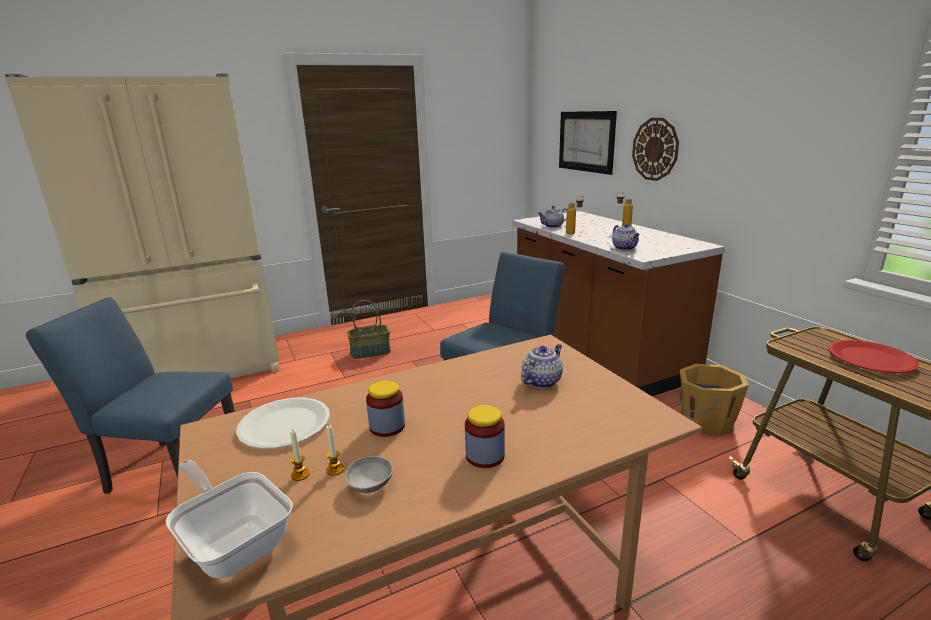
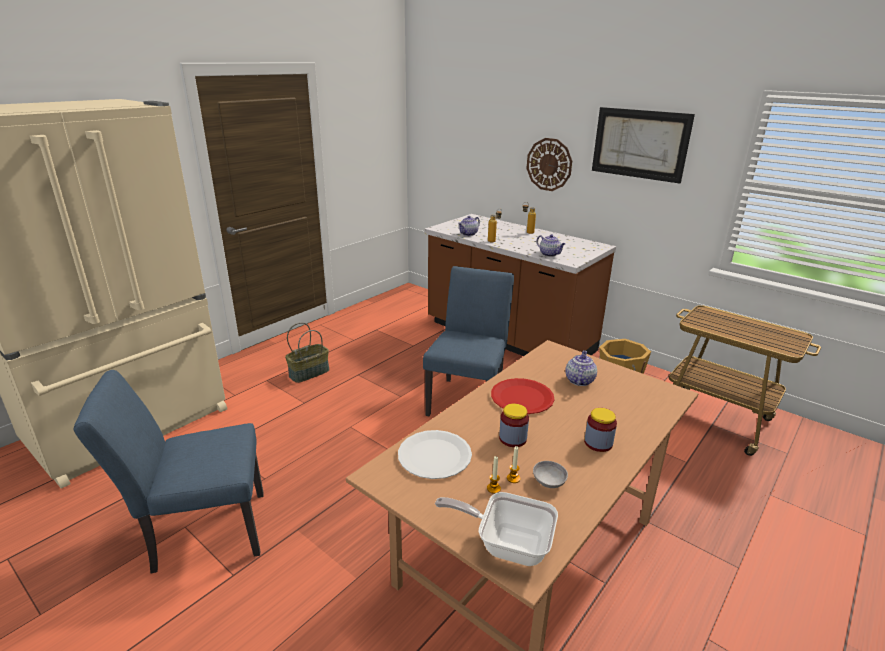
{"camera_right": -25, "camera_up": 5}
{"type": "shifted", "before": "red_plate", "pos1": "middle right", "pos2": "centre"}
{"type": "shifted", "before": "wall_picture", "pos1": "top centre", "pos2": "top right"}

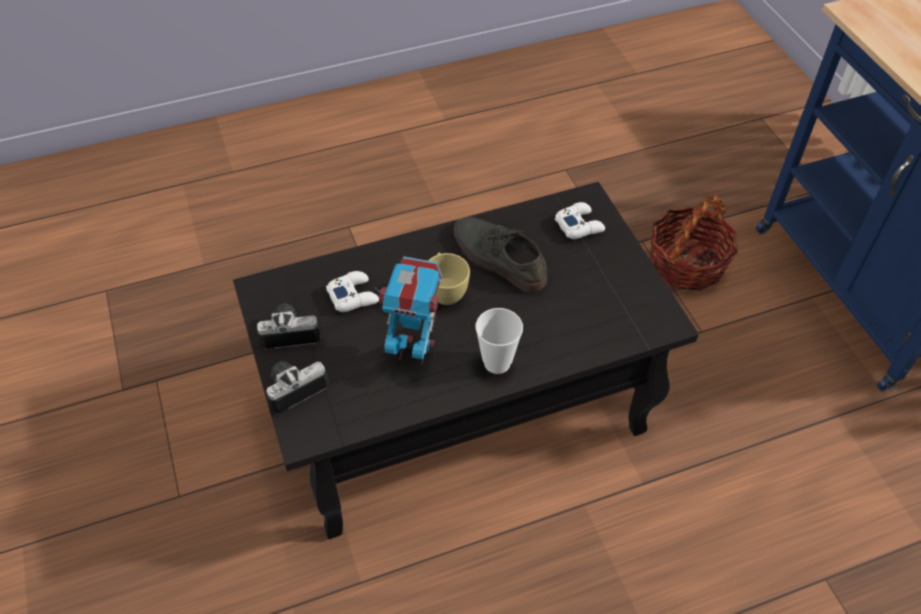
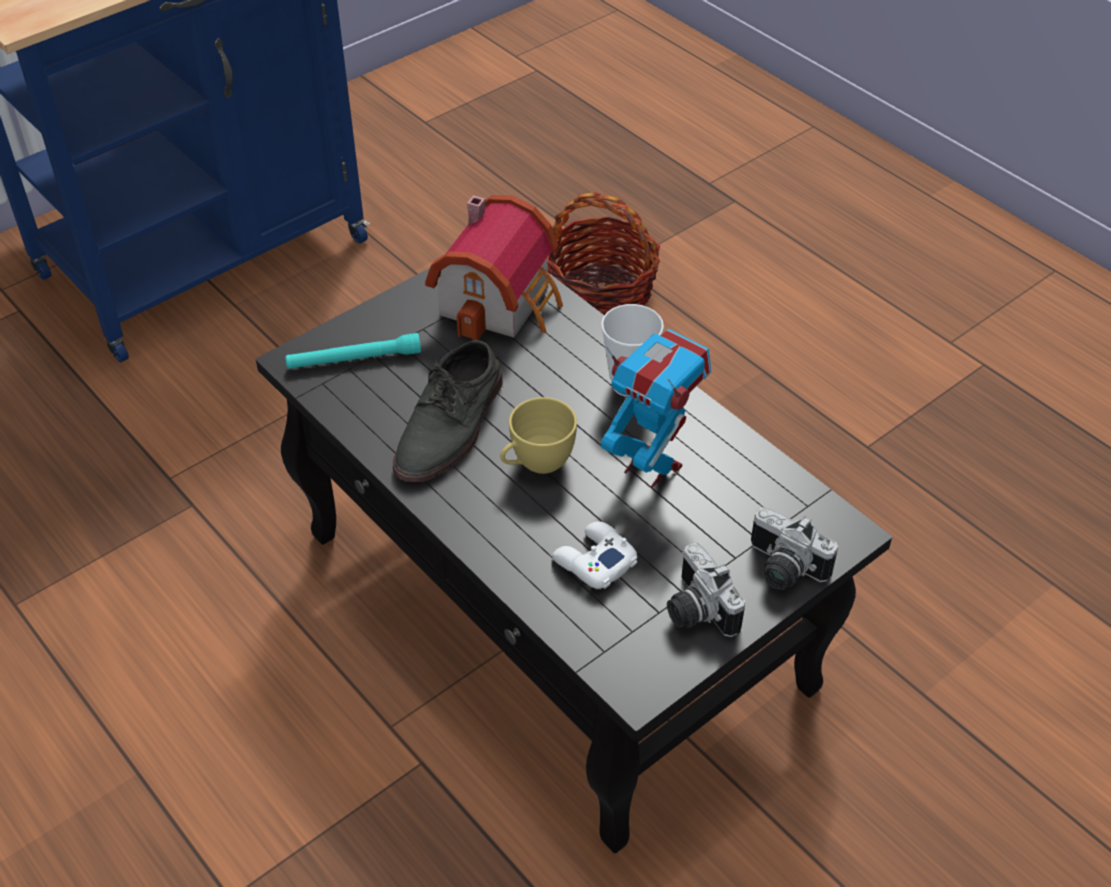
{"camera_right": -110, "camera_up": -5}
{"type": "swapped", "before": "white_gamepad (no. 2 from left)", "after": "turquoise-coloured_hand_torch", "pos1": "centre", "pos2": "middle left"}
{"type": "new", "after": "miniature_house", "pos2": "top centre"}
{"type": "shifted", "before": "household_basket", "pos1": "middle right", "pos2": "top centre"}
{"type": "rotated", "before": "toy_robot", "pos1": "centre", "pos2": "centre", "turn": 135}

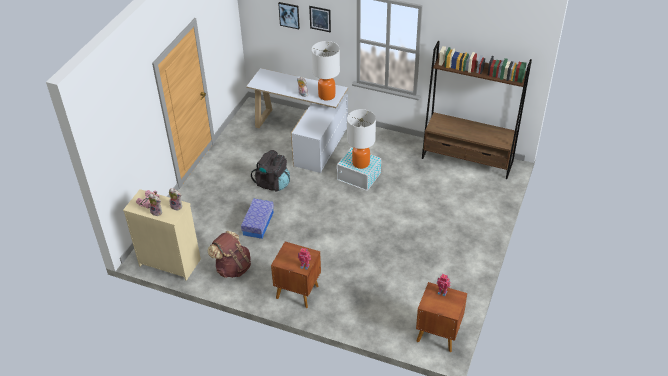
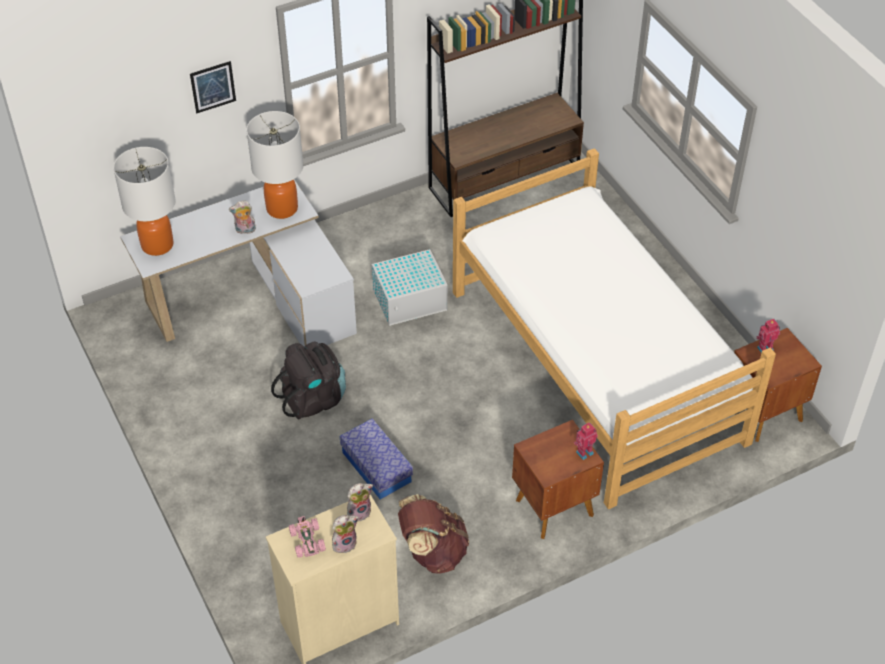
{"camera_right": -50, "camera_up": 5}
{"type": "shifted", "before": "table_lamp (no. 2 from left in the first image)", "after": "table_lamp (no. 1 from left)", "pos1": "centre", "pos2": "top left"}
{"type": "new", "after": "sleeping_bed", "pos2": "middle right"}
{"type": "gone", "before": "wall_picture (no. 1 from left)", "pos1": "top centre"}

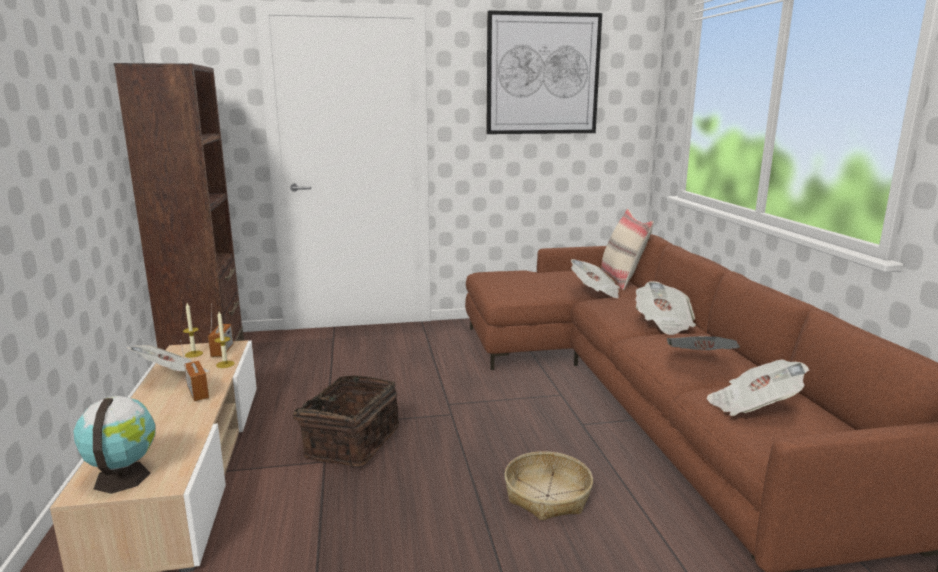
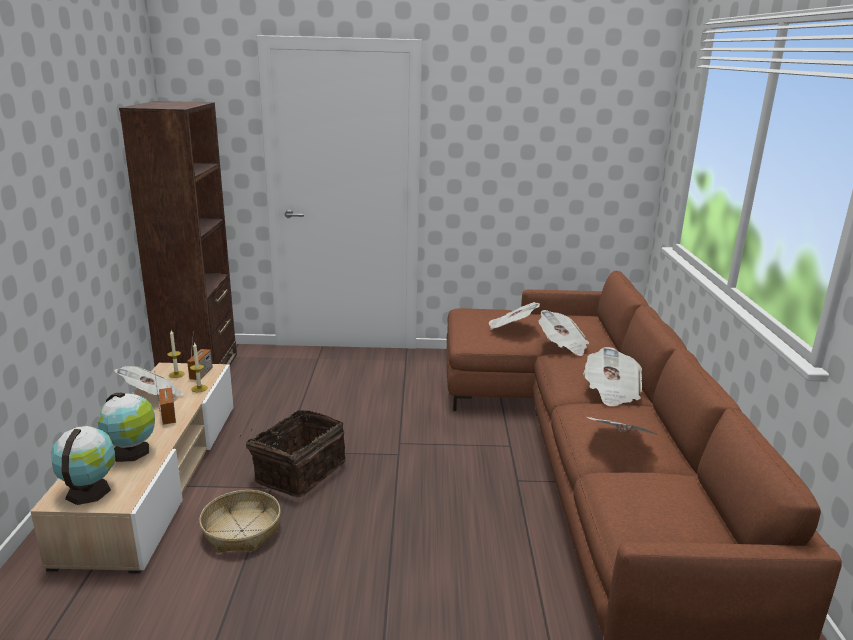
{"camera_right": 10, "camera_up": 5}
{"type": "new", "after": "desk_globe (no. 2 from left)", "pos2": "bottom left"}
{"type": "shifted", "before": "household_basket (no. 2 from left in the first image)", "after": "household_basket (no. 1 from left)", "pos1": "bottom centre", "pos2": "bottom left"}
{"type": "shifted", "before": "daily_paper (no. 5 from left in the first image)", "after": "daily_paper (no. 2 from left)", "pos1": "bottom right", "pos2": "centre"}
{"type": "gone", "before": "wall_picture", "pos1": "top centre"}
{"type": "gone", "before": "beige_cushion", "pos1": "middle right"}

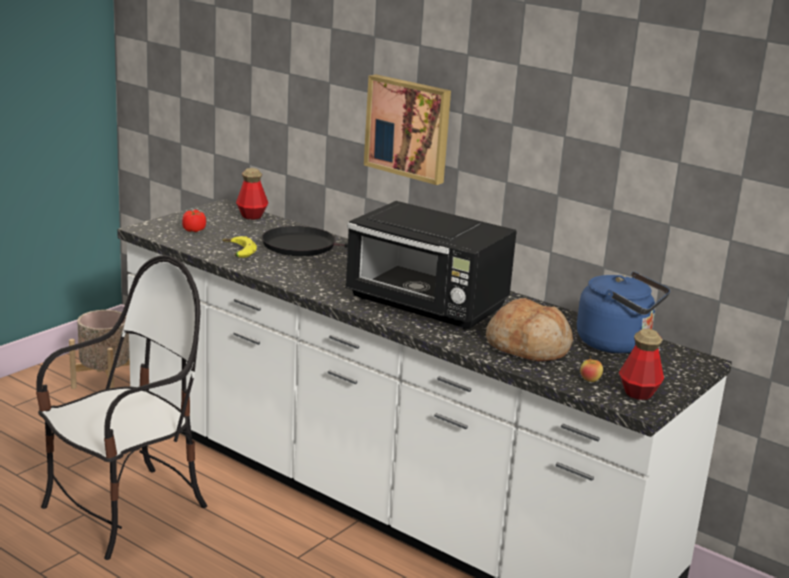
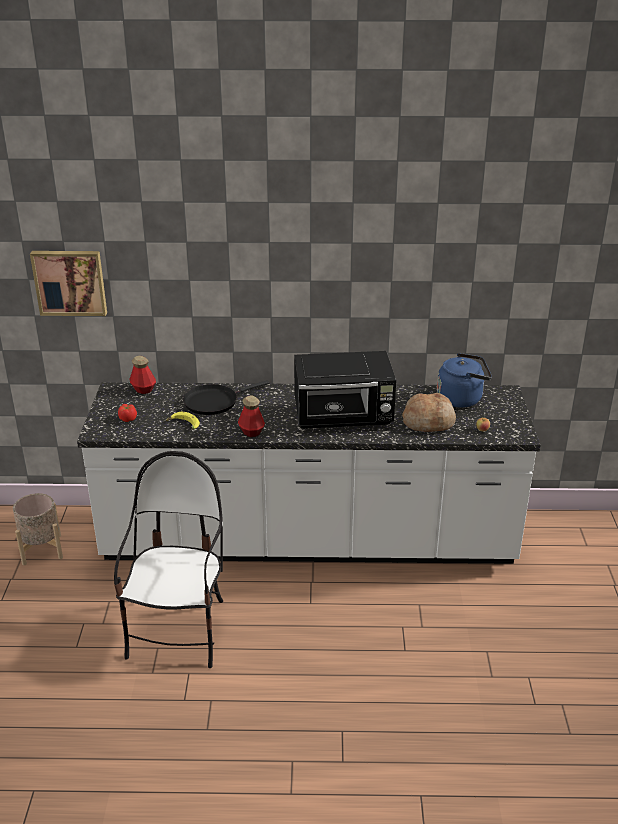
{"camera_right": -35, "camera_up": 10}
{"type": "shifted", "before": "wall_picture", "pos1": "top centre", "pos2": "middle left"}
{"type": "shifted", "before": "drink_bottle (no. 2 from left)", "pos1": "middle right", "pos2": "centre"}

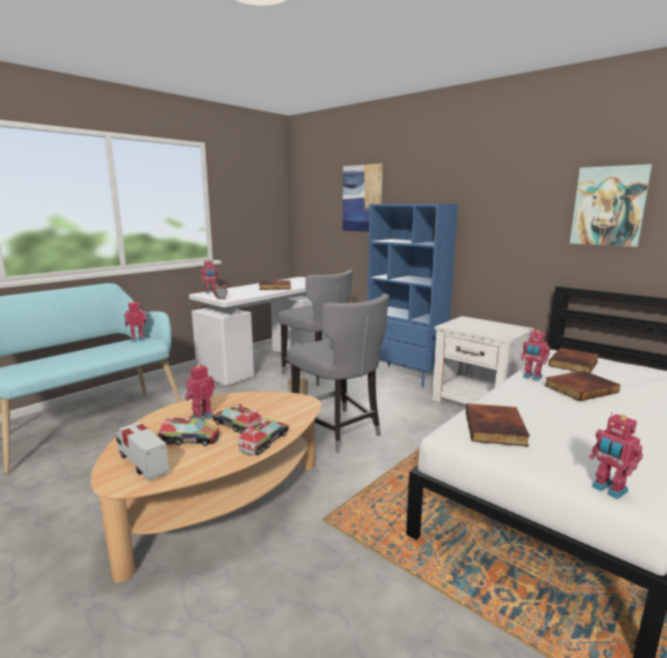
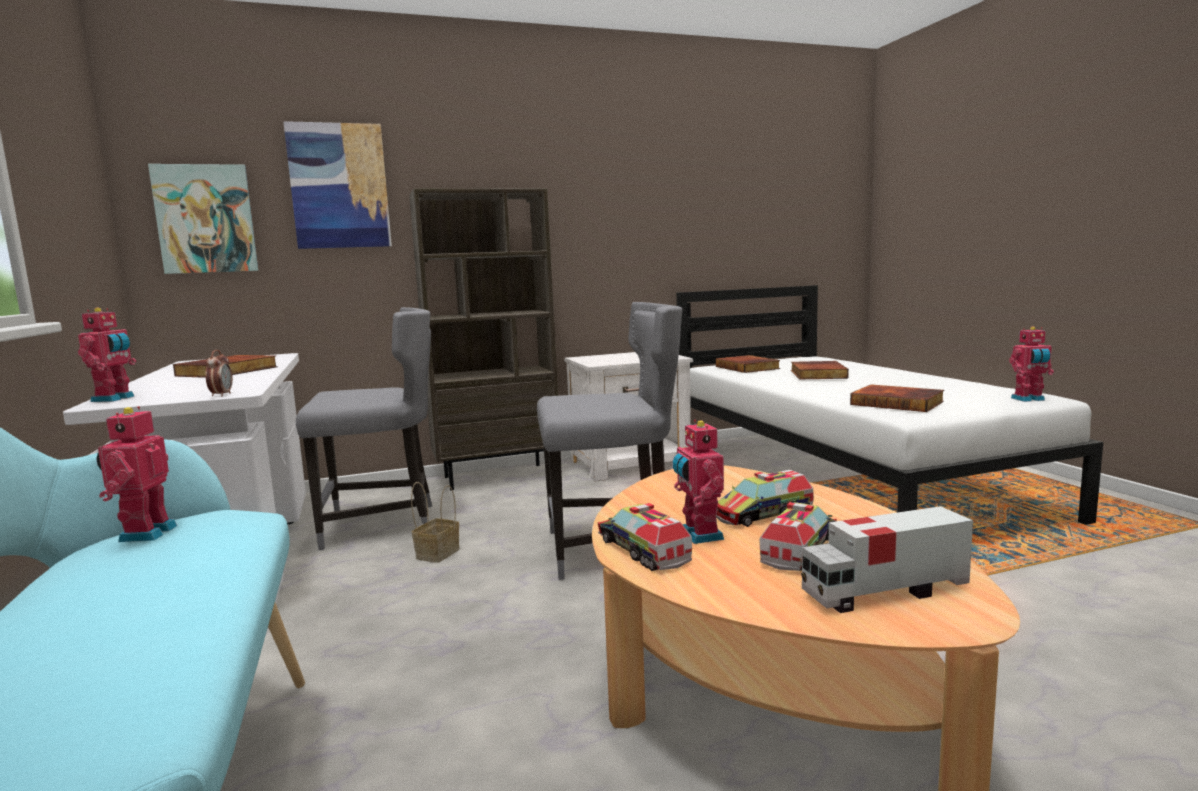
{"camera_right": -60, "camera_up": -5}
{"type": "shifted", "before": "wall_picture (no. 2 from left in the first image)", "after": "wall_picture (no. 1 from left)", "pos1": "top right", "pos2": "top left"}
{"type": "repainted", "before": "bluish_bookcase", "after": "brown_bookcase", "pos1": "centre", "pos2": "centre"}
{"type": "shifted", "before": "toy_truck (no. 4 from left in the first image)", "after": "toy_truck (no. 1 from left)", "pos1": "centre", "pos2": "bottom centre"}
{"type": "gone", "before": "toy_robot (no. 4 from left)", "pos1": "middle right"}

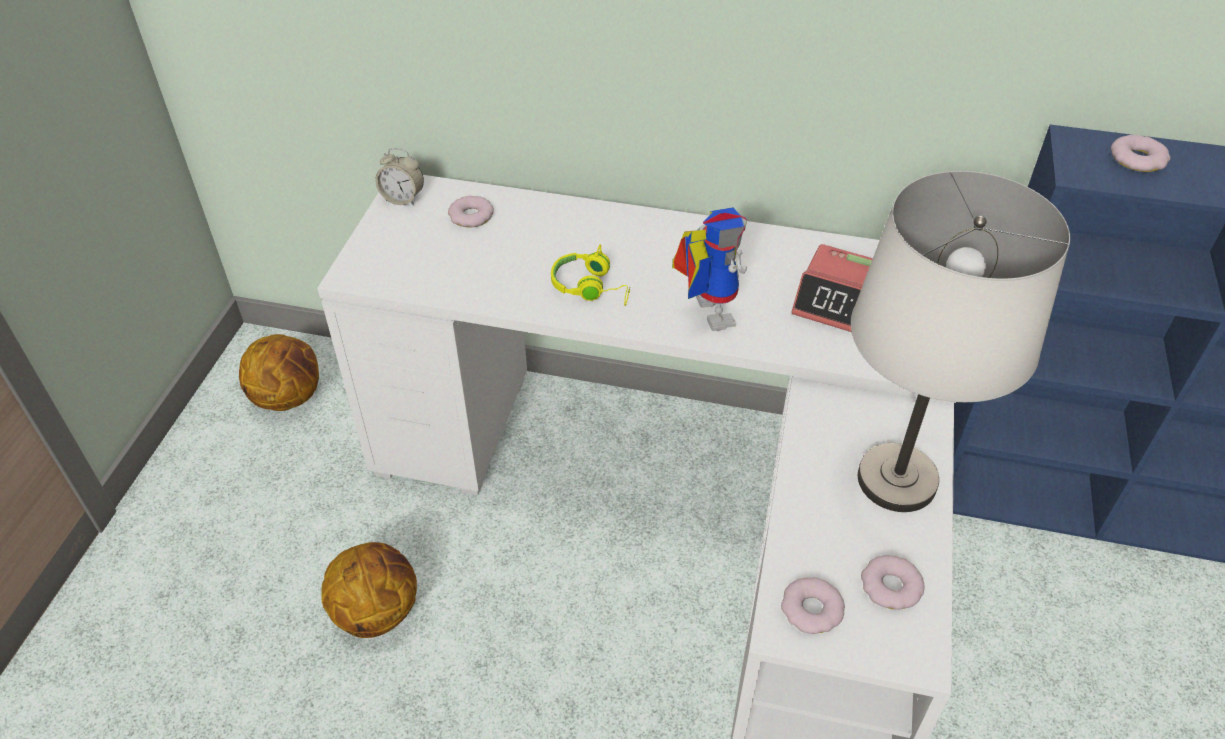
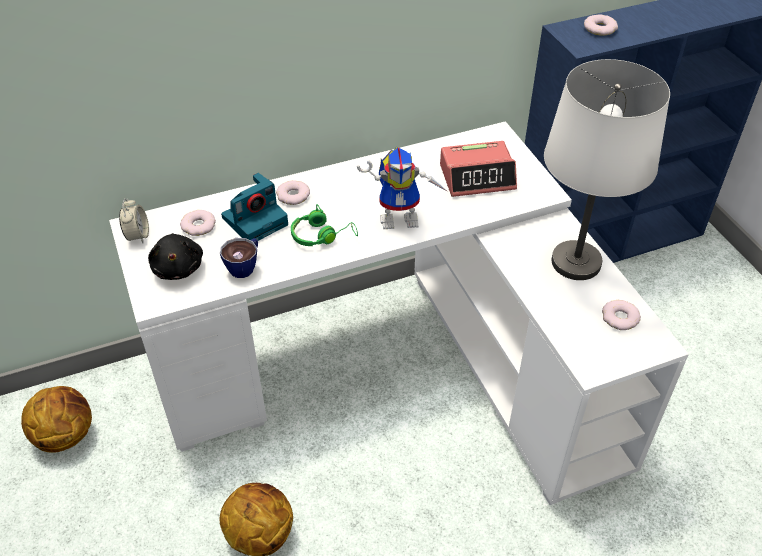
{"camera_right": -35, "camera_up": 0}
{"type": "rotated", "before": "bedside_clock (no. 1 from left)", "pos1": "top left", "pos2": "middle left", "turn": -75}
{"type": "new", "after": "black_soft_toy", "pos2": "middle left"}
{"type": "new", "after": "cup", "pos2": "middle left"}
{"type": "new", "after": "still_camera", "pos2": "centre"}
{"type": "shifted", "before": "ring_doughnut (no. 2 from left)", "pos1": "bottom centre", "pos2": "centre"}
{"type": "repainted", "before": "yellow_headset", "after": "green-coloured_headset", "pos1": "centre", "pos2": "centre"}
{"type": "rotated", "before": "toy_robot", "pos1": "centre", "pos2": "centre", "turn": 135}

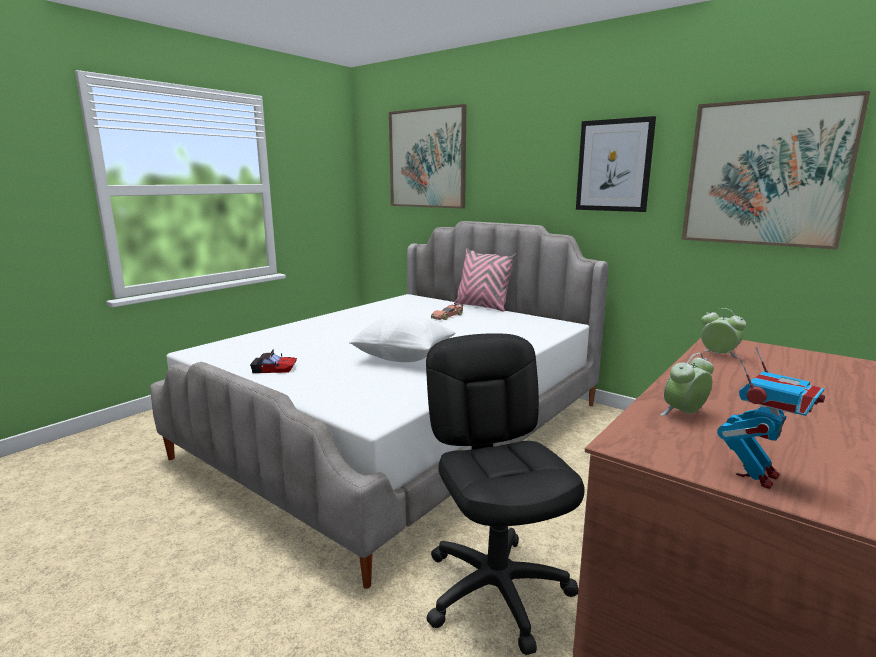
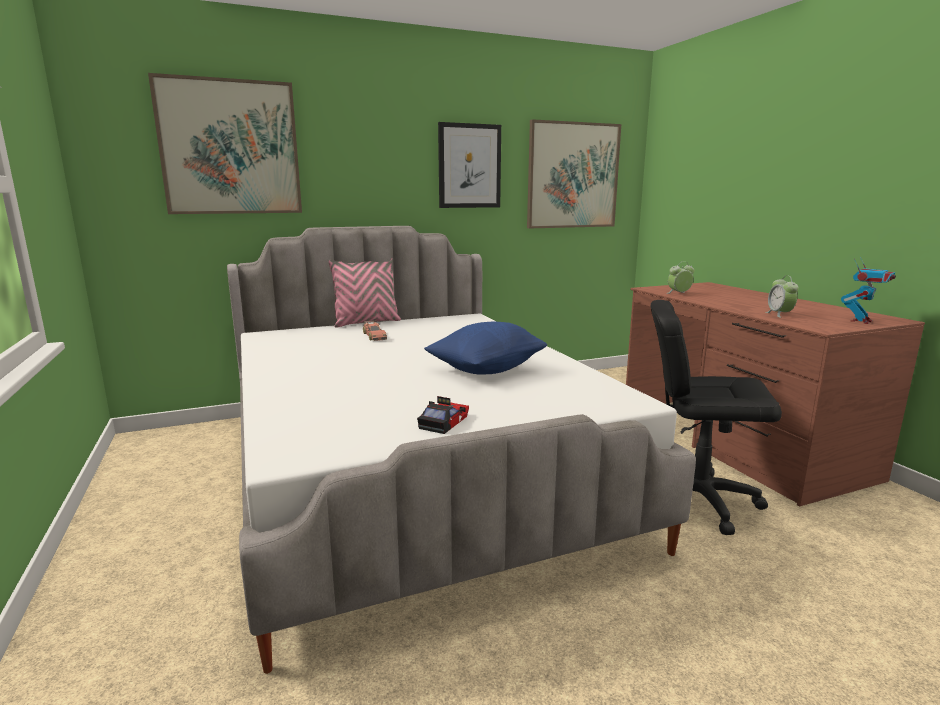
{"camera_right": -60, "camera_up": 0}
{"type": "repainted", "before": "white_cushion", "after": "bluish_cushion", "pos1": "centre", "pos2": "centre"}
{"type": "rotated", "before": "toy_robot", "pos1": "middle right", "pos2": "middle right", "turn": 60}

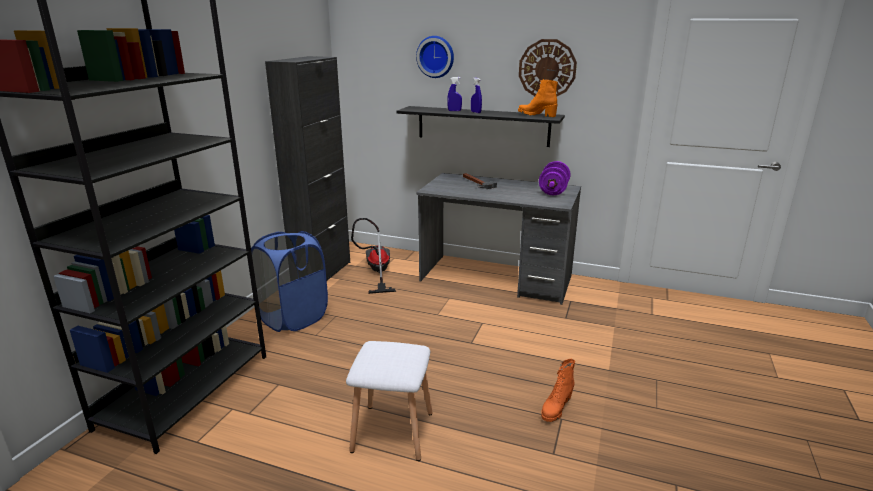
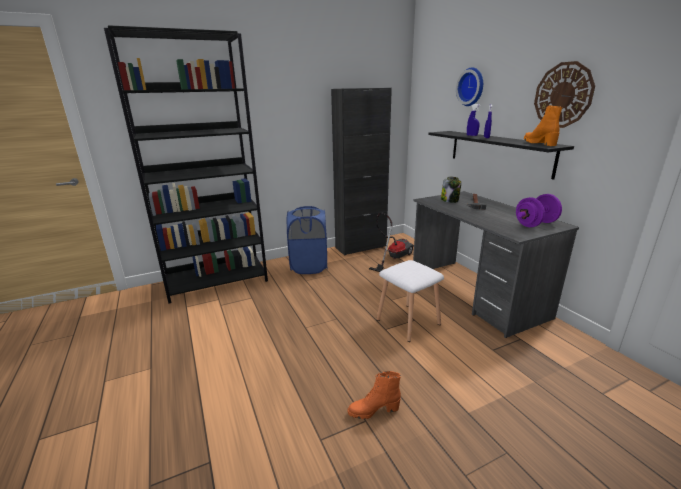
{"camera_right": 45, "camera_up": 0}
{"type": "shifted", "before": "white_stool_seat", "pos1": "bottom centre", "pos2": "centre"}
{"type": "new", "after": "storage_jar", "pos2": "centre"}

